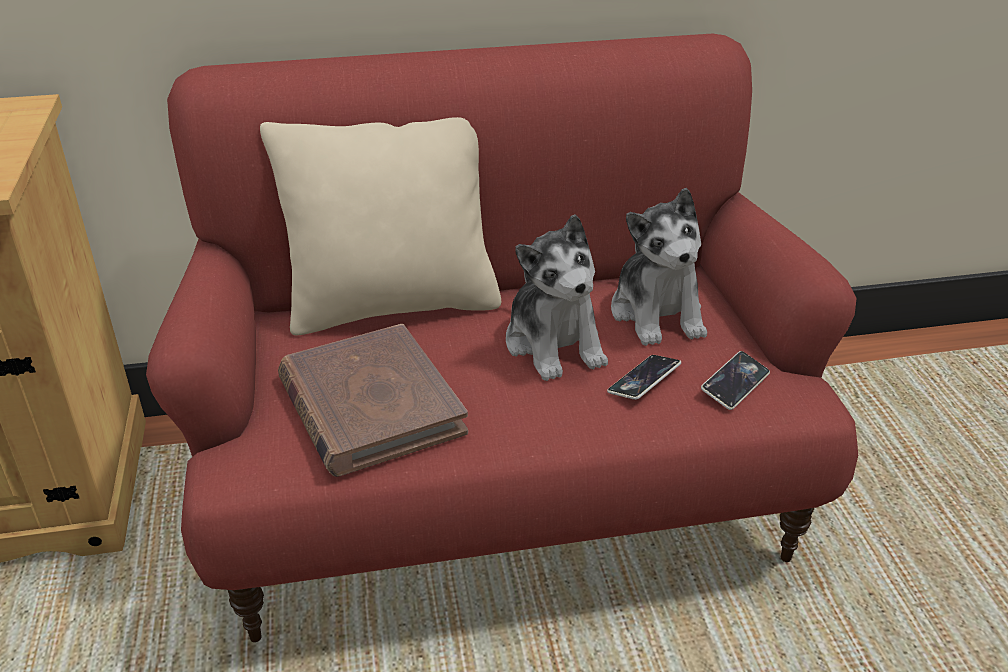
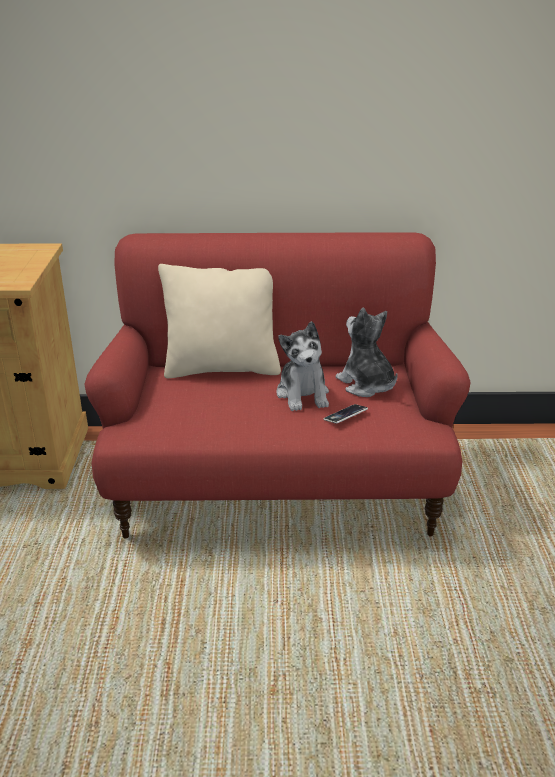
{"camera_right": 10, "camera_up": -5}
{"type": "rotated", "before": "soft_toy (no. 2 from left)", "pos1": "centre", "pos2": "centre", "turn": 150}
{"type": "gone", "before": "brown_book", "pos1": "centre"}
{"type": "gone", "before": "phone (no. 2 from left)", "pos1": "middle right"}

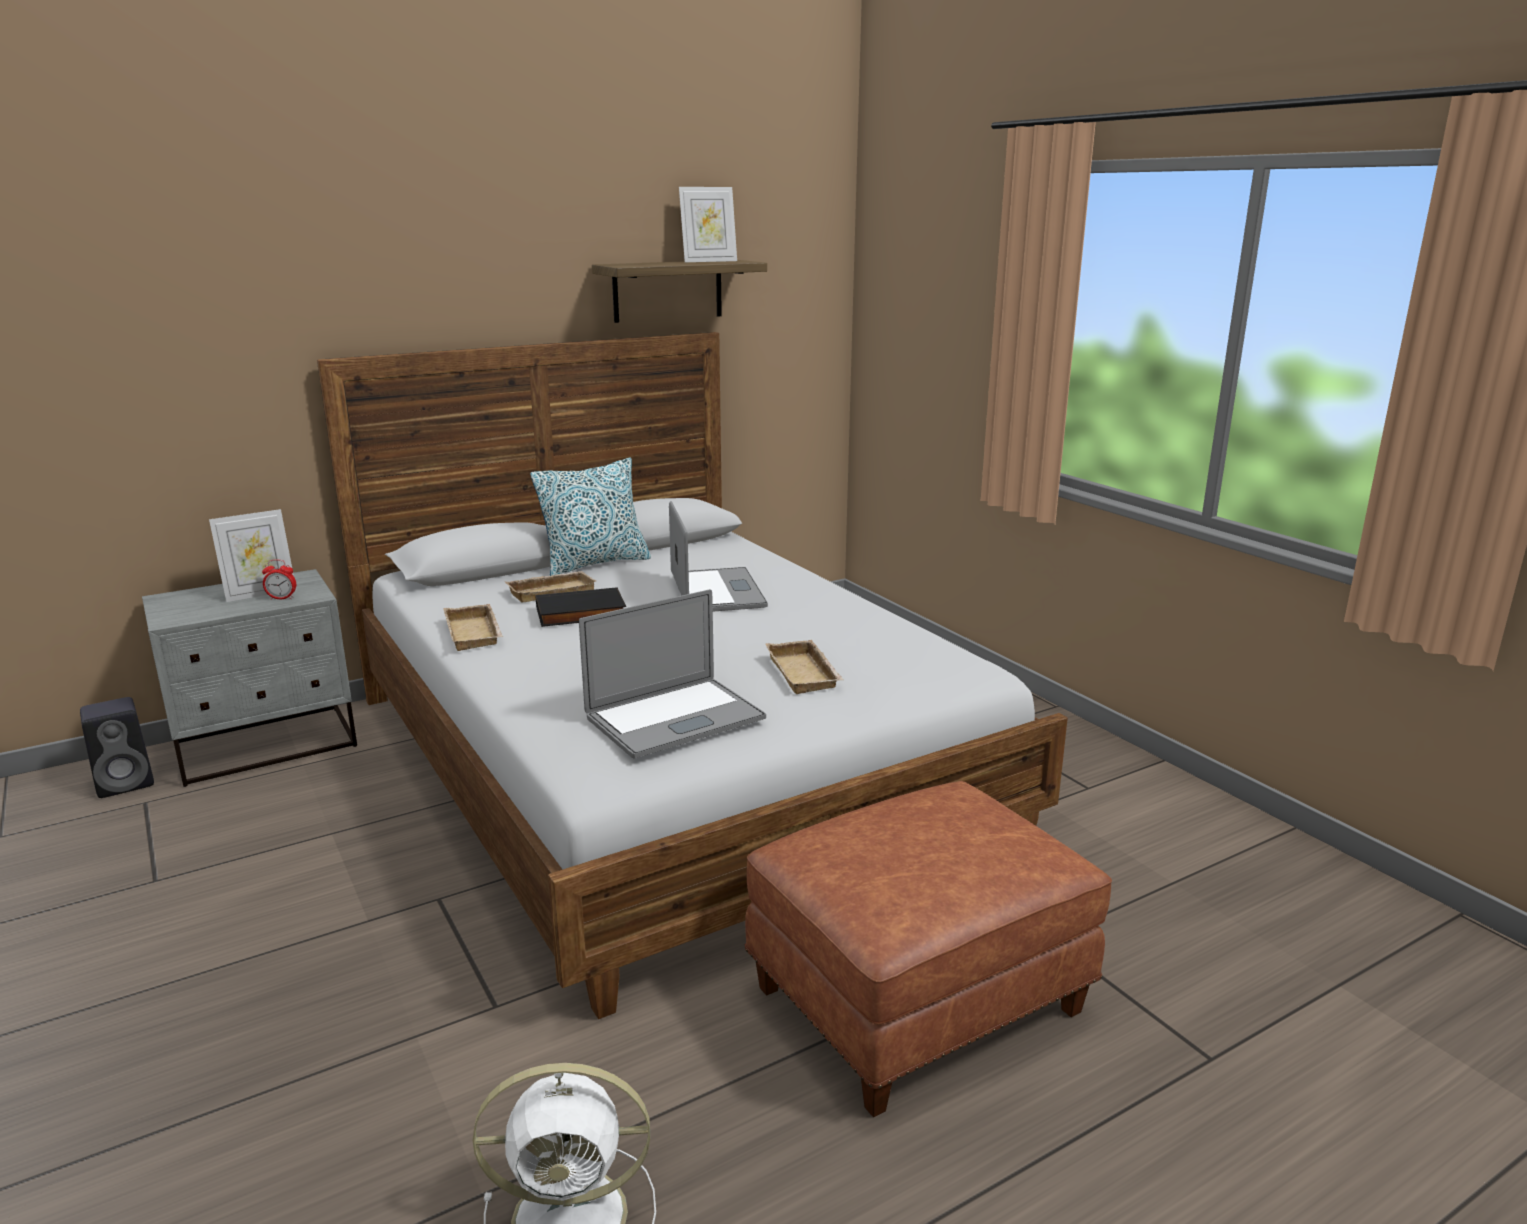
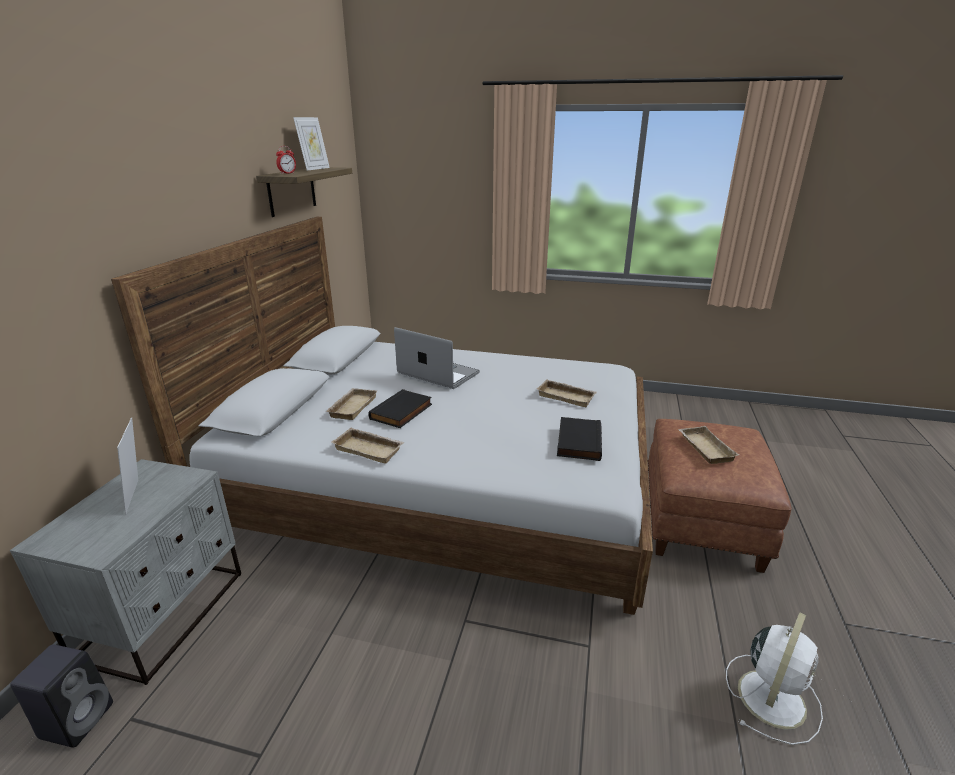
{"camera_right": -45, "camera_up": 5}
{"type": "rotated", "before": "photo_frame (no. 1 from left)", "pos1": "middle left", "pos2": "middle left", "turn": 150}
{"type": "shifted", "before": "bedside_clock", "pos1": "middle left", "pos2": "top left"}
{"type": "swapped", "before": "notebook_computer (no. 1 from left)", "after": "black_book (no. 2 from left)", "pos1": "centre", "pos2": "centre"}
{"type": "new", "after": "beige_serving_tray (no. 4 from left)", "pos2": "middle right"}
{"type": "gone", "before": "cushion", "pos1": "centre"}

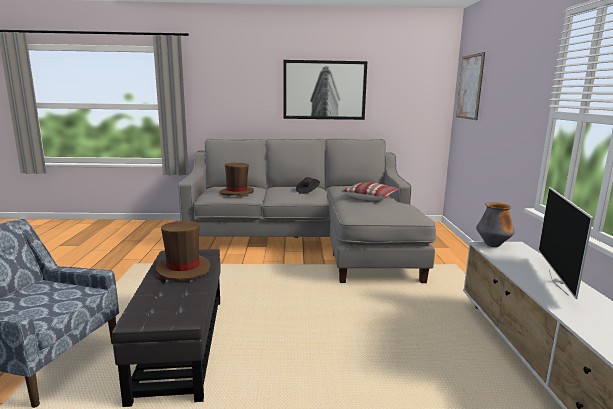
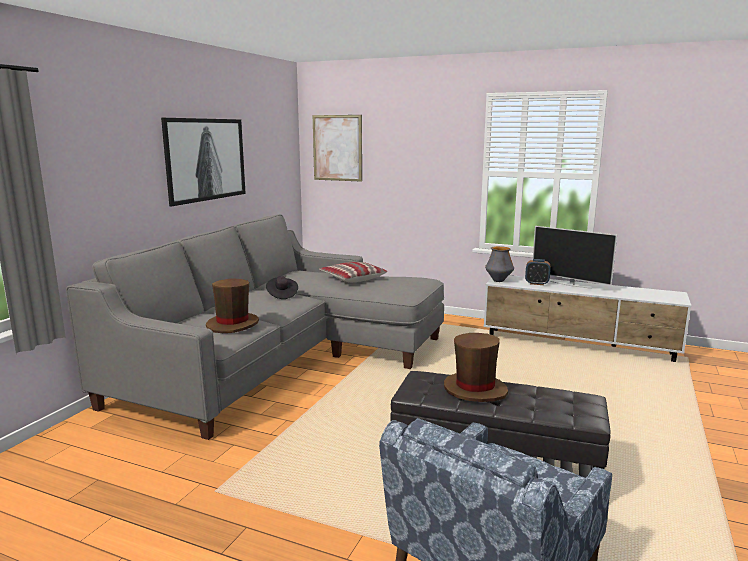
{"camera_right": -65, "camera_up": 0}
{"type": "new", "after": "bedside_clock", "pos2": "middle right"}

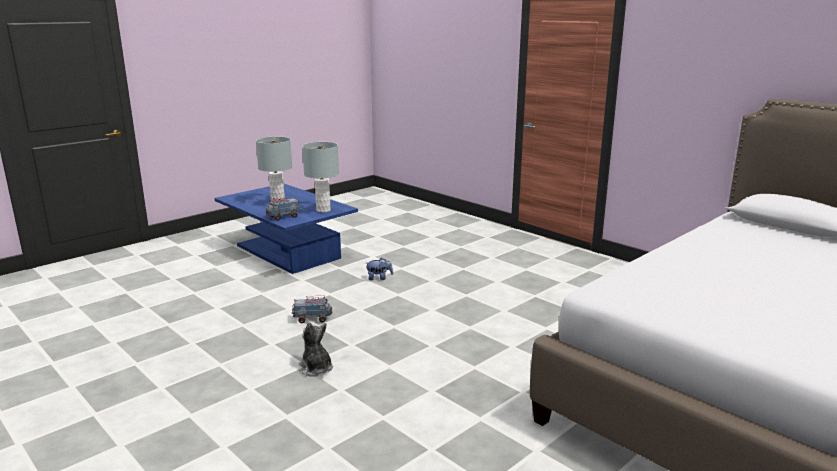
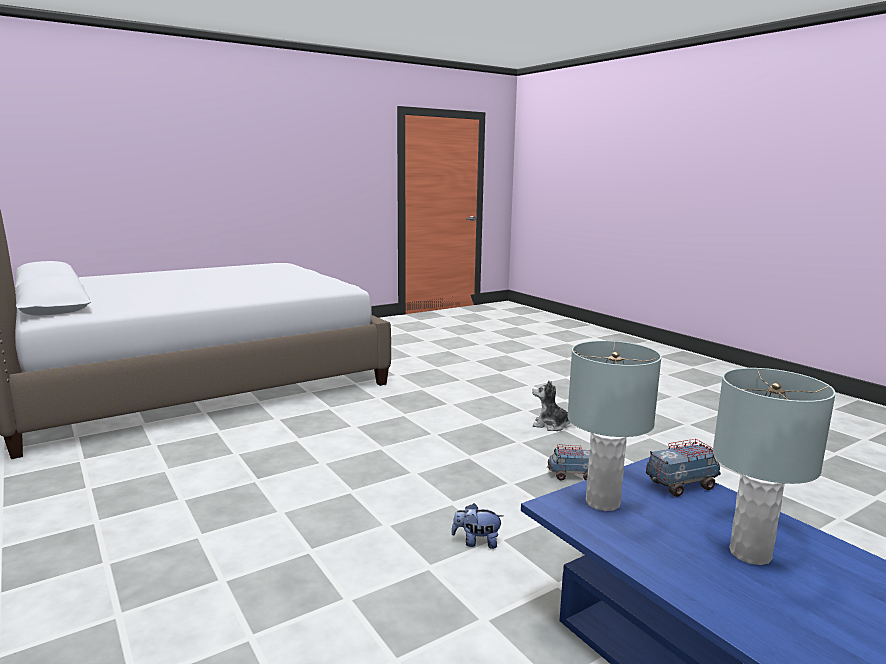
{"camera_right": -170, "camera_up": -5}
{"type": "rotated", "before": "soft_toy (no. 1 from left in the first image)", "pos1": "bottom centre", "pos2": "centre", "turn": 135}

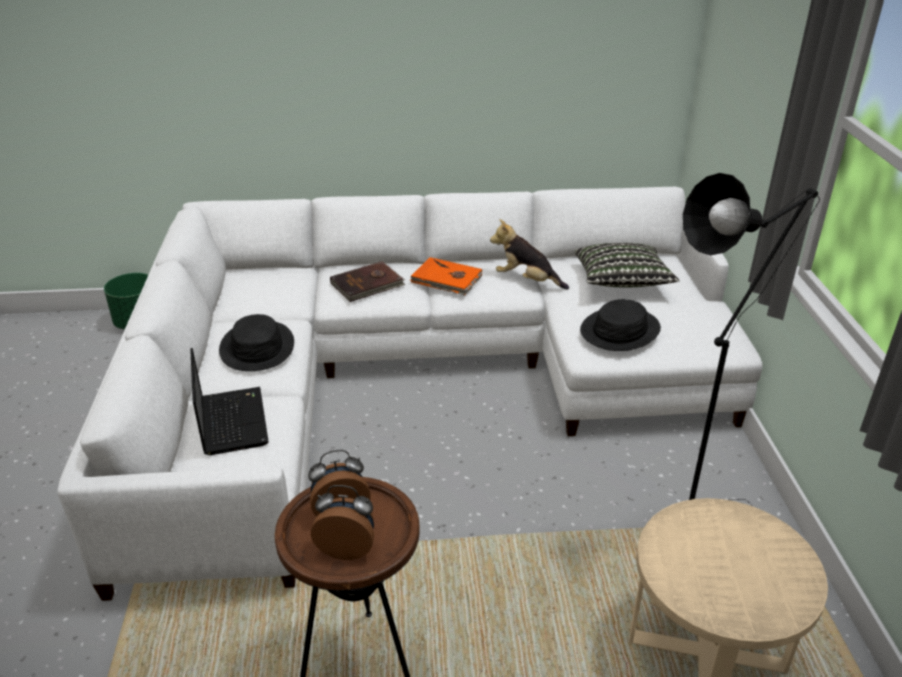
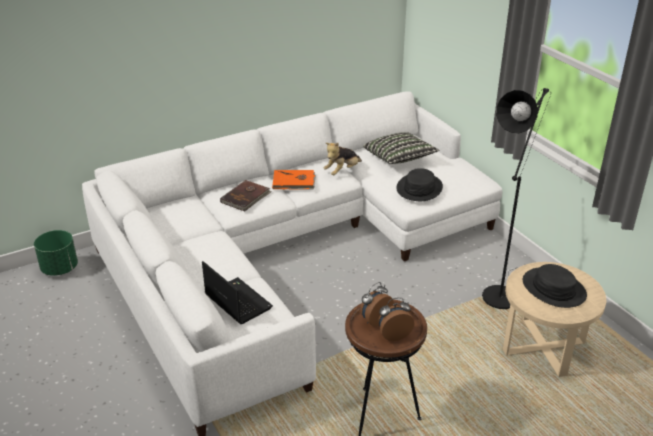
{"camera_right": -25, "camera_up": 0}
{"type": "rotated", "before": "soft_toy", "pos1": "centre", "pos2": "centre", "turn": -45}
{"type": "shifted", "before": "black_hat (no. 1 from left in the first image)", "after": "black_hat (no. 2 from left)", "pos1": "middle left", "pos2": "middle right"}

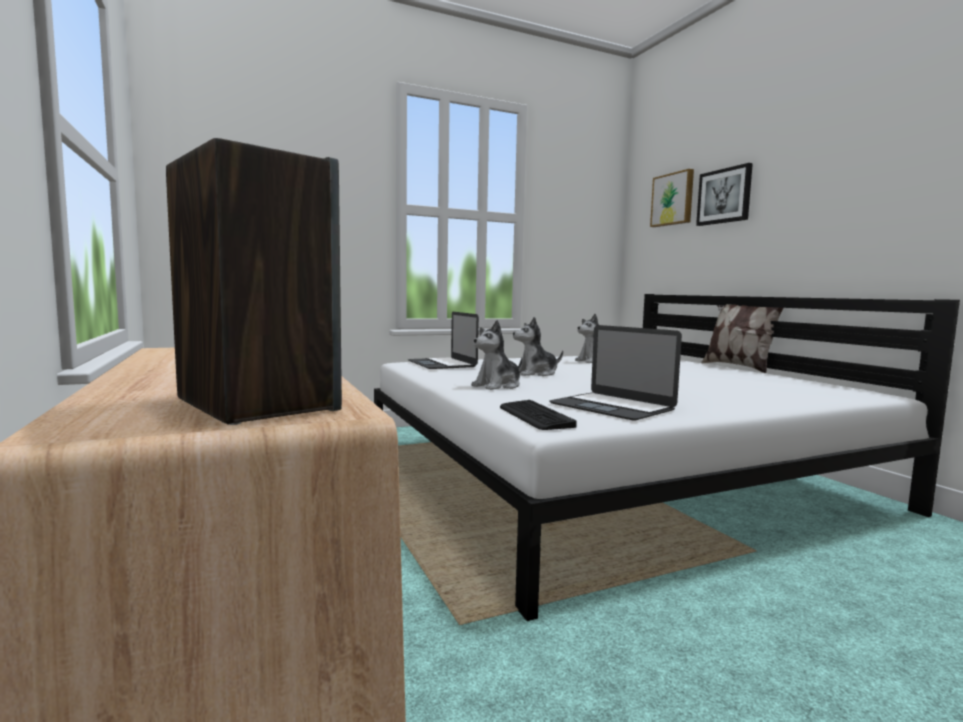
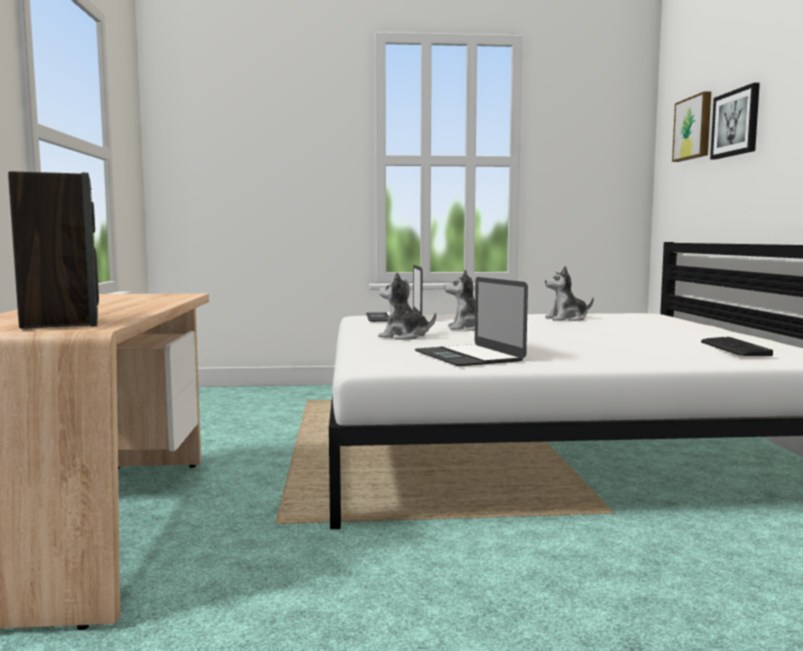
{"camera_right": 20, "camera_up": 0}
{"type": "rotated", "before": "soft_toy (no. 1 from left)", "pos1": "centre", "pos2": "centre", "turn": 45}
{"type": "shifted", "before": "computer_keyboard", "pos1": "centre", "pos2": "middle right"}
{"type": "gone", "before": "cushion", "pos1": "middle right"}

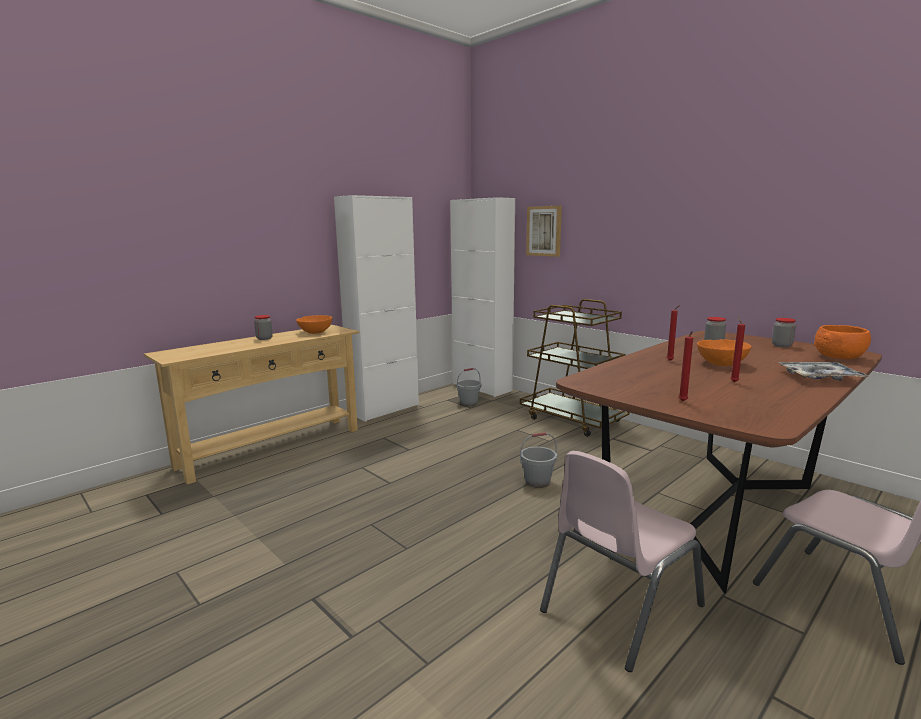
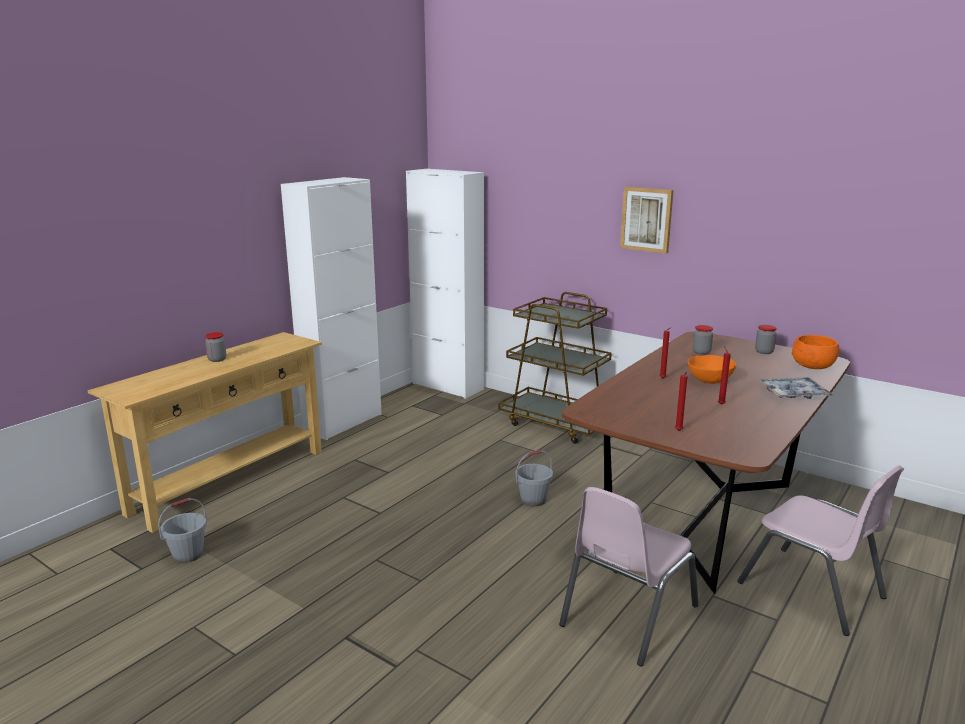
{"camera_right": -10, "camera_up": 5}
{"type": "shifted", "before": "grey_water_bucket (no. 1 from left)", "pos1": "centre", "pos2": "bottom left"}
{"type": "shifted", "before": "wall_picture", "pos1": "top centre", "pos2": "top right"}
{"type": "gone", "before": "orangey_serving_bowl (no. 1 from left)", "pos1": "centre"}

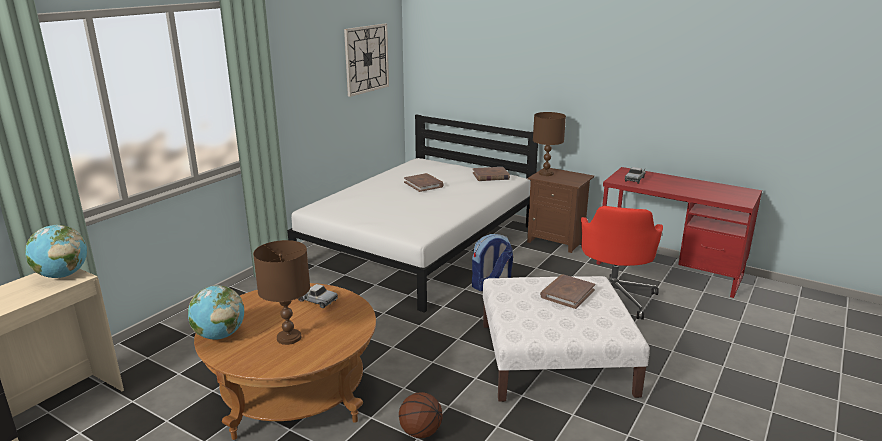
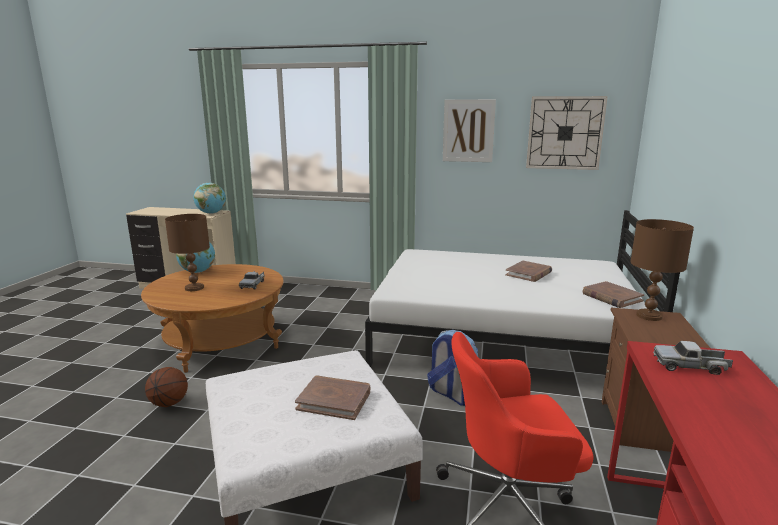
{"camera_right": 70, "camera_up": -5}
{"type": "new", "after": "wall_picture", "pos2": "top centre"}

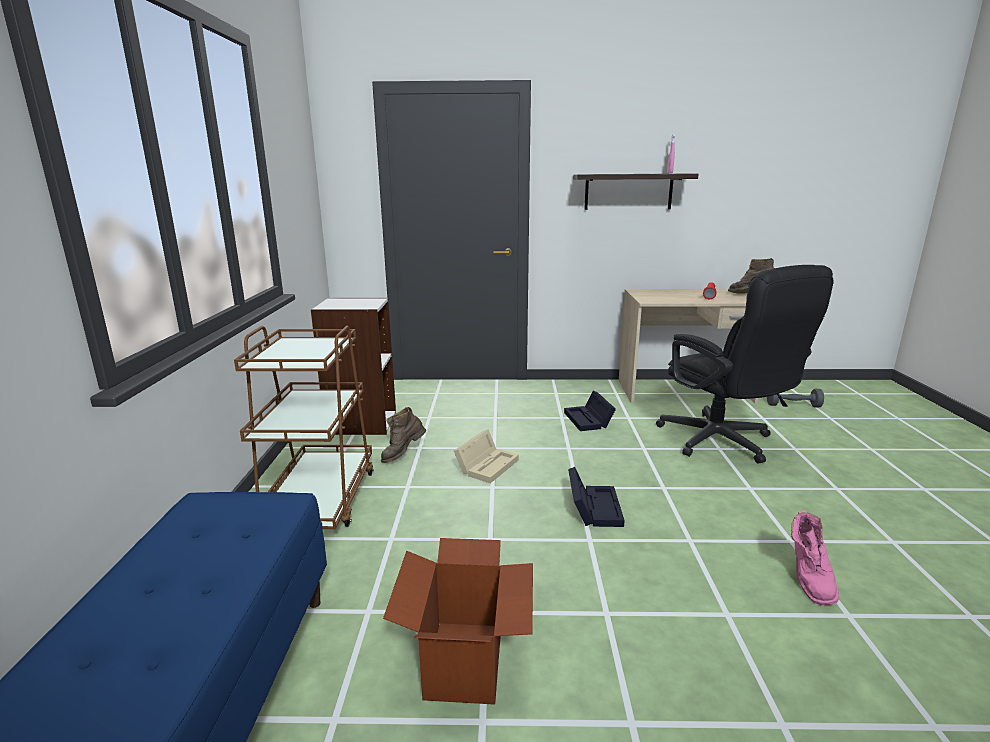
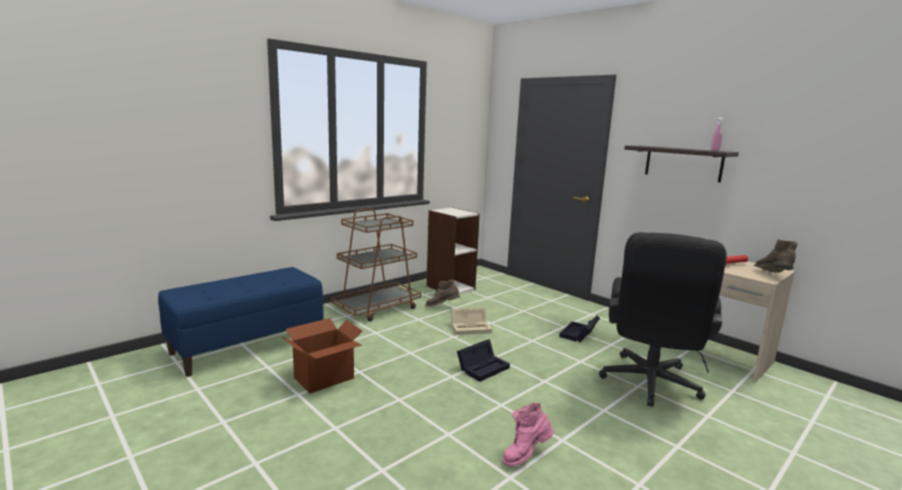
{"camera_right": 45, "camera_up": -5}
{"type": "gone", "before": "grey_dumbbell", "pos1": "middle right"}

